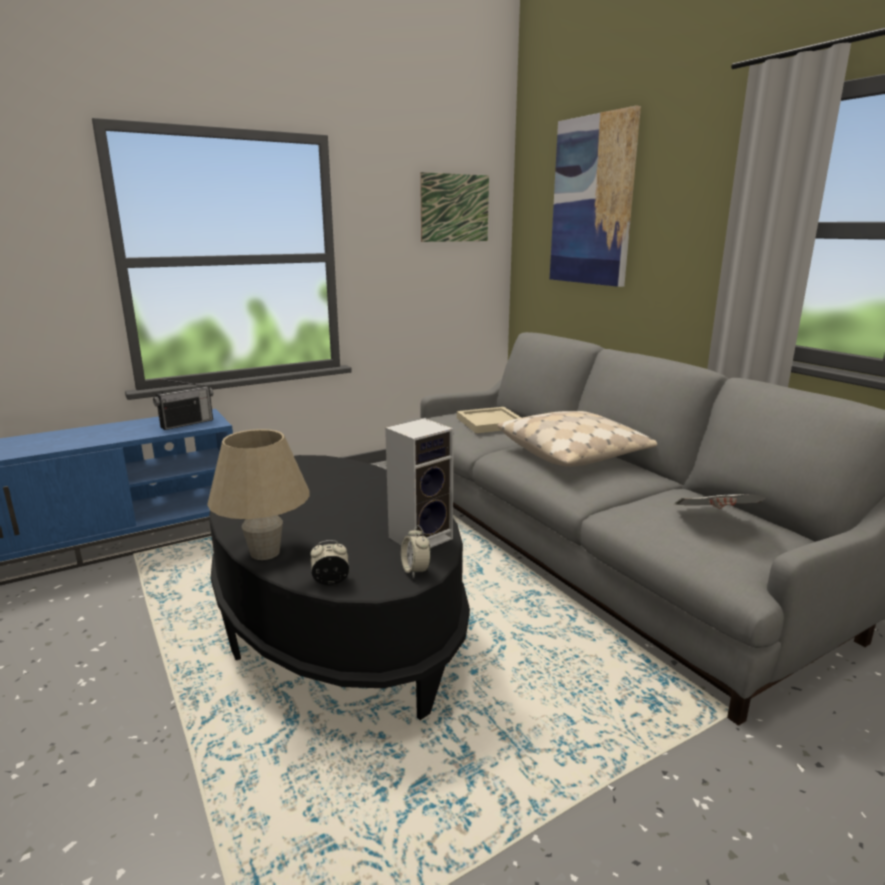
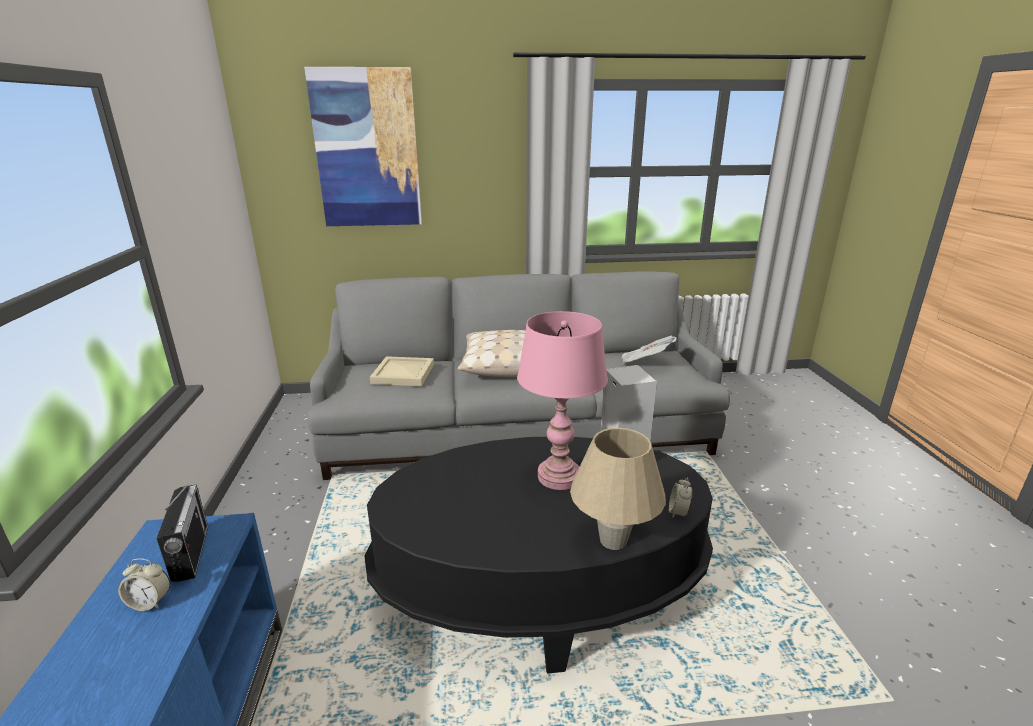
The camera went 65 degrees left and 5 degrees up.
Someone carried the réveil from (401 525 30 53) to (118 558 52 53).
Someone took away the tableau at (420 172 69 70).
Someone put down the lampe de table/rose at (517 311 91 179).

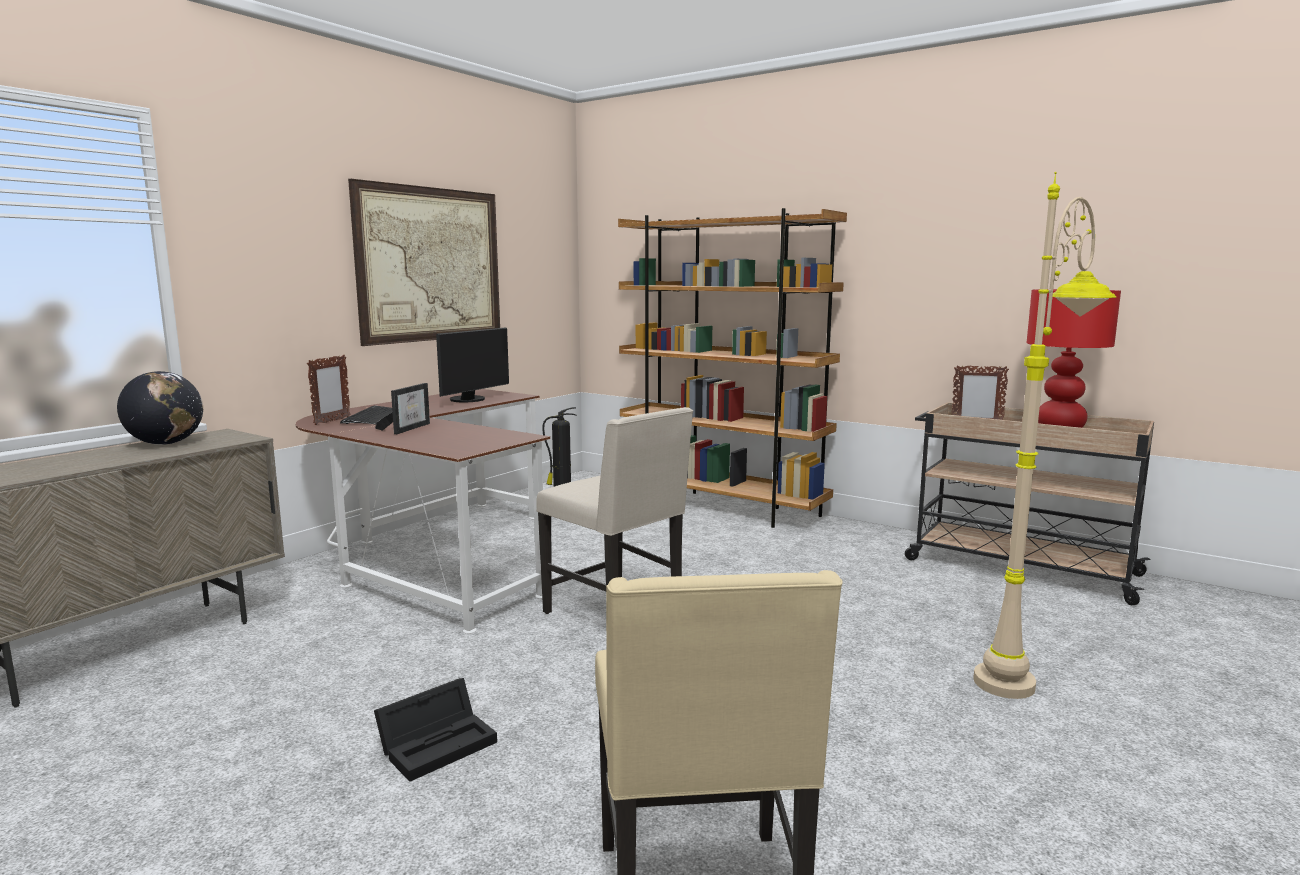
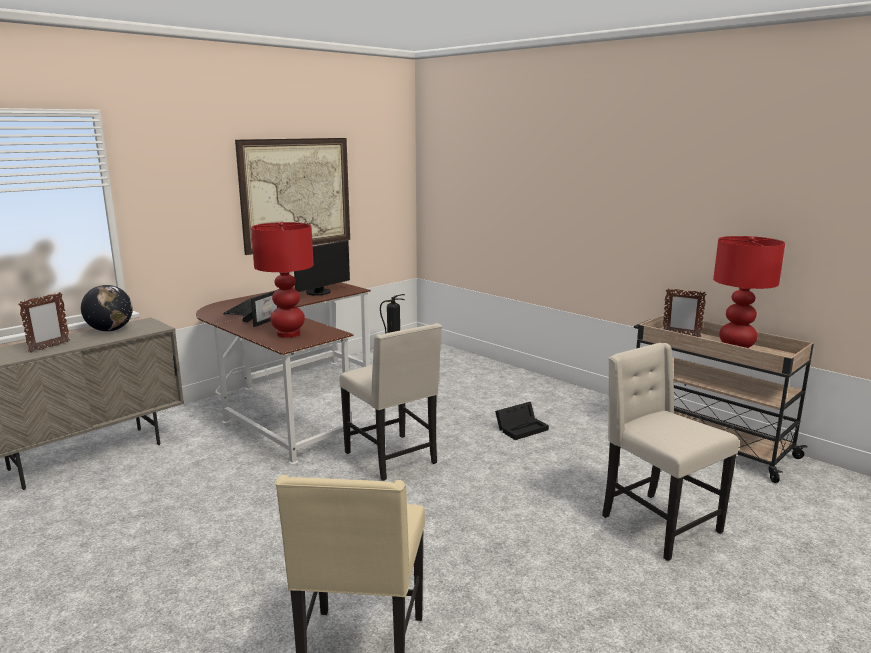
The camera went 10 degrees right and 5 degrees up.
Someone carried the cadre photo from (307 355 44 70) to (18 292 52 61).
Someone carried the boîte de rangement/noir from (374 678 123 104) to (495 402 54 38).
Someone took away the bibliothèque/marron at (618 208 229 320).
Someone swapped the lampadaire/beige at (973 172 144 527) for the chaise/beige at (602 343 137 218).
Someone put down the lampe de table/rouge at (251 222 63 116).

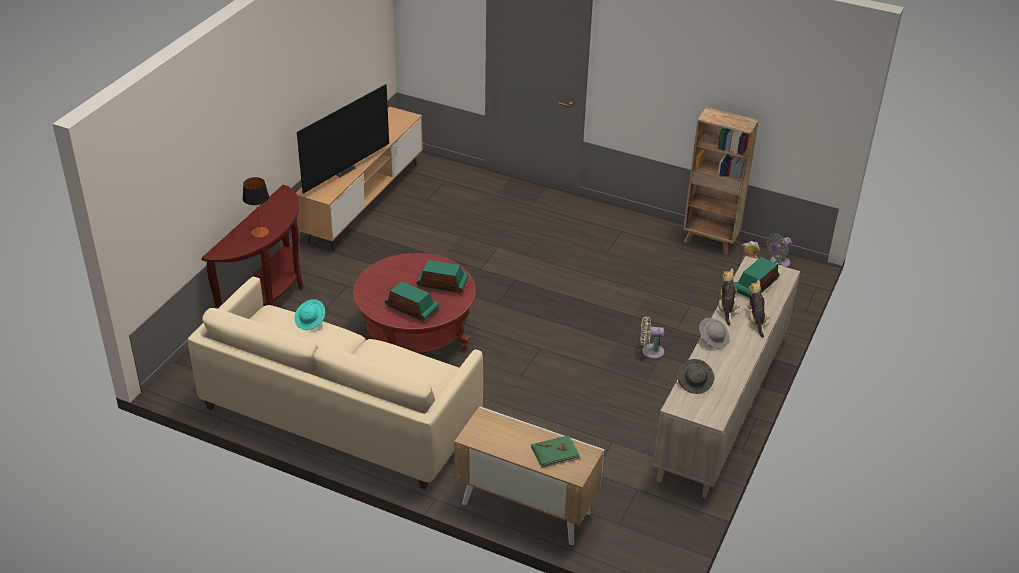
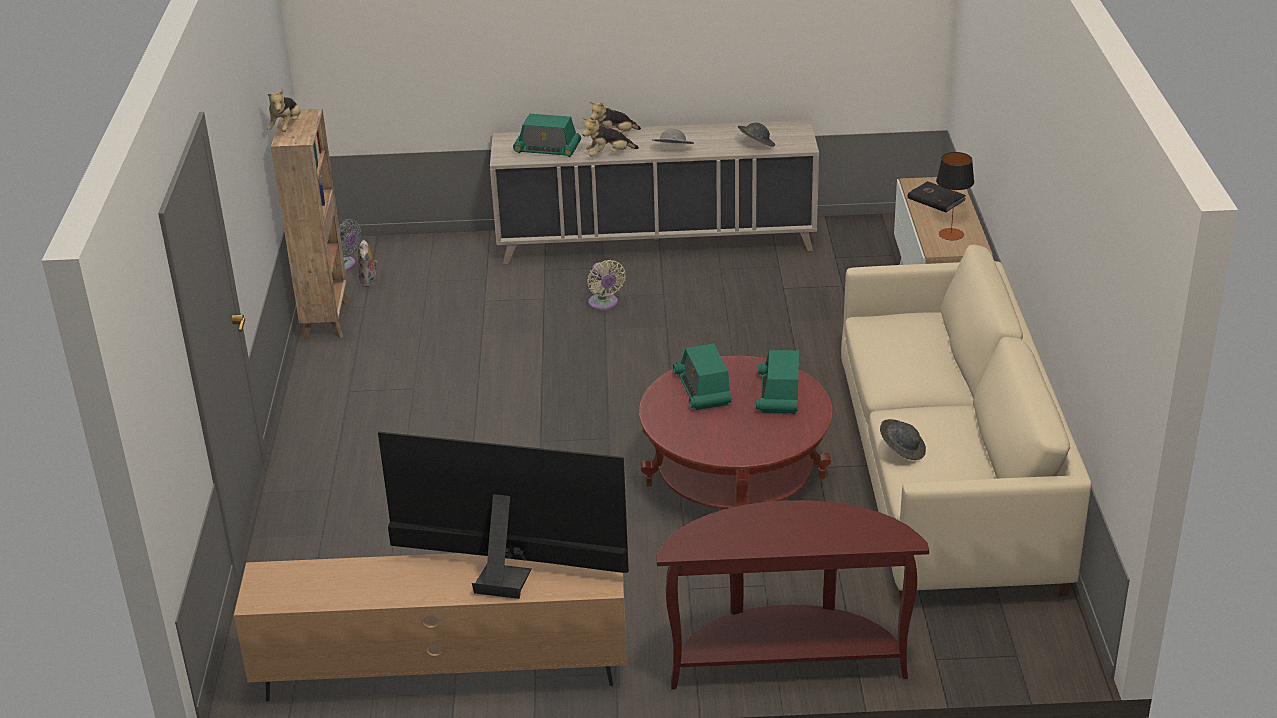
The camera went 115 degrees left and 5 degrees down.
Someone carried the lampe de table from (242 177 27 60) to (936 152 38 88).
Someone repainted the chapeau/turquoise at (295 299 30 31), which became the chapeau/gris at (880 419 46 41).
Someone repainted the livre/vert at (531 435 50 33), which became the livre/noir at (908 181 58 31).
Someone put down the peluche at (267 89 34 43).

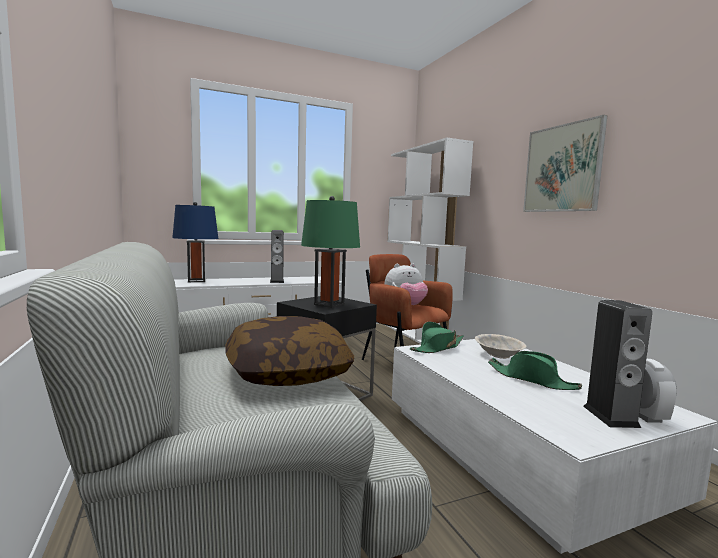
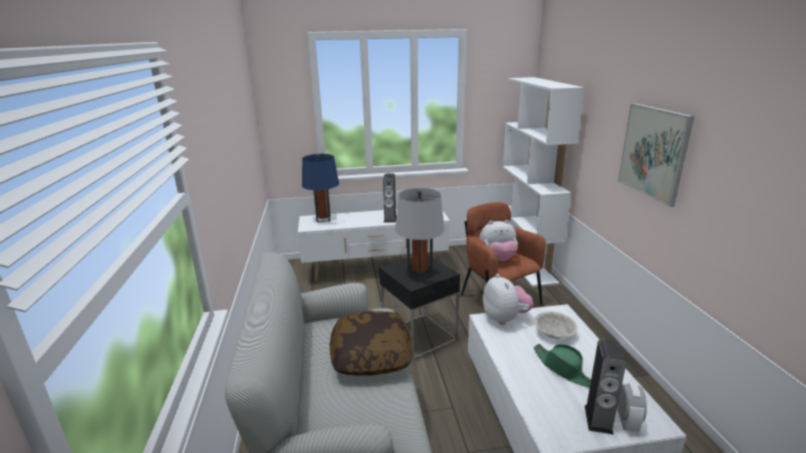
The camera went 15 degrees right and 15 degrees up.
Someone repainted the lampe de table/vert at (301 196 59 112), which became the lampe de table/gris at (395 188 50 92).
Someone swapped the chapeau/vert at (410 322 54 31) for the peluche at (483 273 50 52).

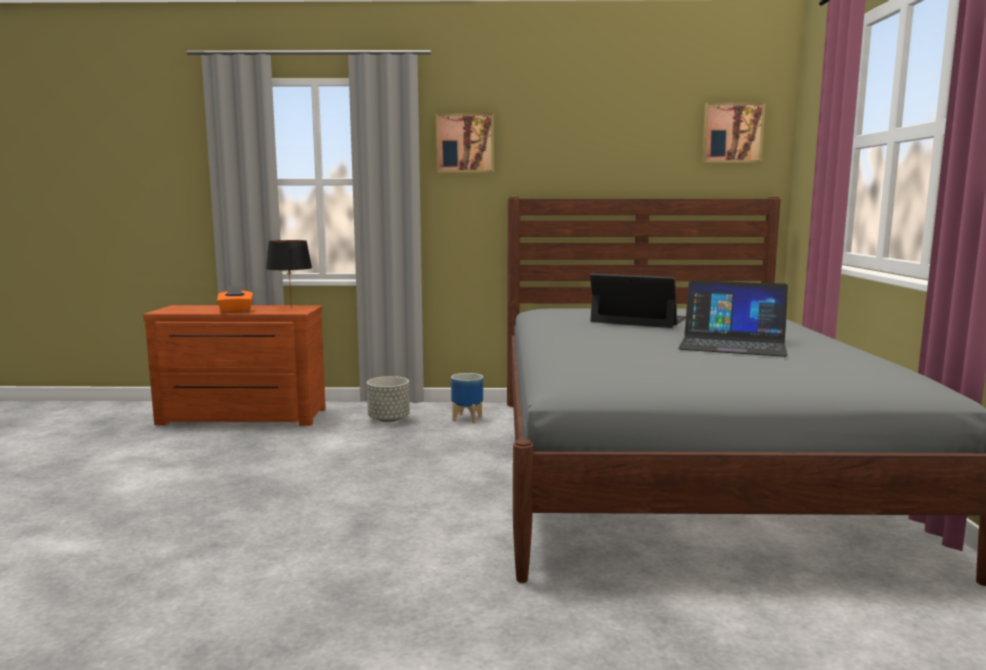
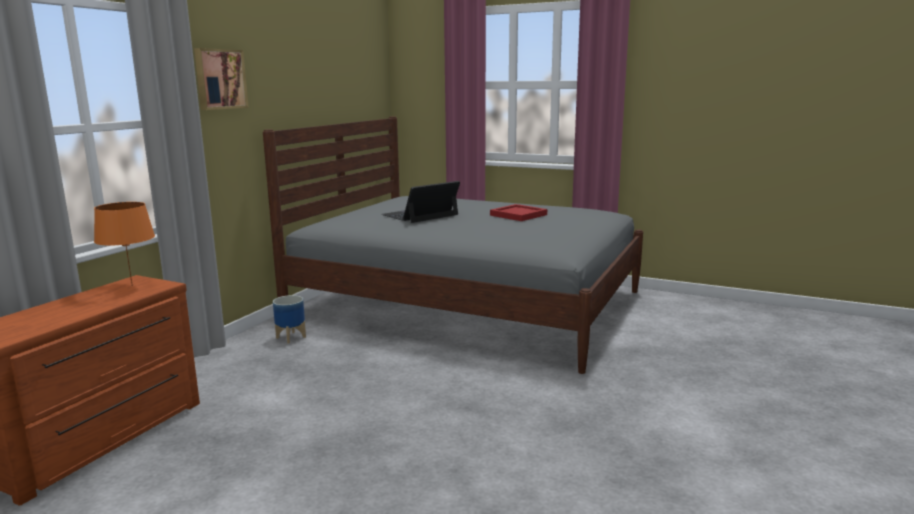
The camera went 65 degrees left and 5 degrees up.
Someone took away the boîte à mouchoirs/orange at (217 286 36 27).
Someone repainted the lampe de table/noir at (266 240 46 69), which became the lampe de table/orange at (94 202 61 84).
Someone took away the cache-pot/gris at (367 376 43 46).
Someone swapped the ordinateur portable at (678 280 110 77) for the plateau/rouge at (490 204 57 17).
Someone took away the tableau at (702 102 64 61).

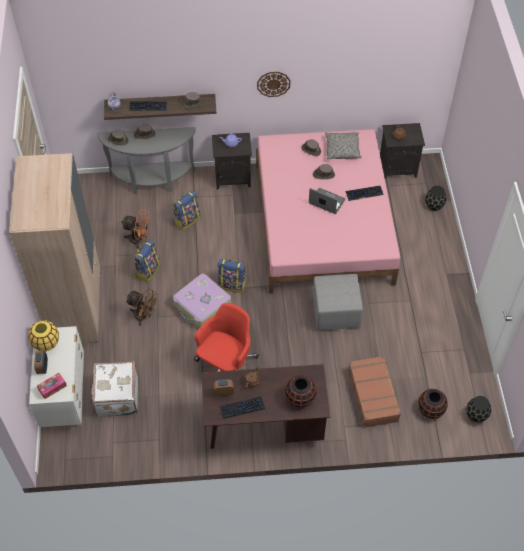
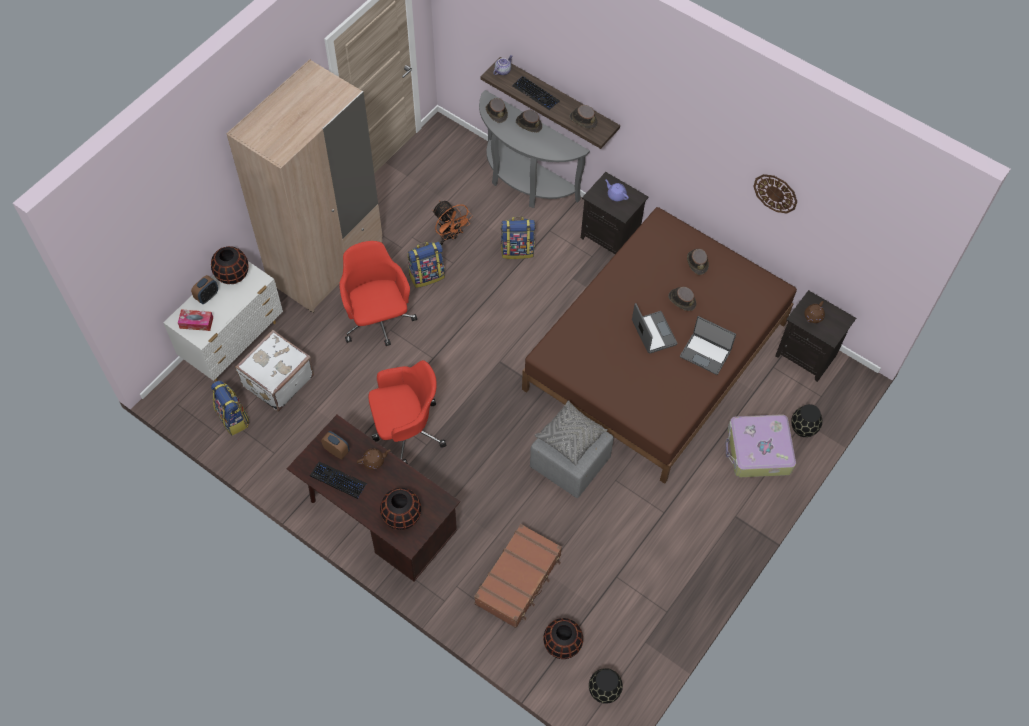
The camera went 40 degrees right and 5 degrees up.
Someone repainted the vase/jaune at (28 320 31 31), which became the vase/noir at (211 246 37 38).
Someone swapped the ventilateur/marron at (126 289 33 37) for the chaise de bureau/rouge at (339 241 78 105).
Someone carried the valise from (173 274 58 54) to (726 414 70 63).
Someone carried the sac à dos from (218 258 28 35) to (211 381 38 55).
Someone repainted the lit/rose at (256 129 144 165), which became the lit/marron at (522 207 275 277).
Someone carried the horloge murale from (257 72 34 25) to (753 174 44 39).
Someone carried the coussin/gris from (325 132 37 27) to (535 400 73 65).
Someone swapped the clavier at (345 186 39 15) for the ordinateur portable at (680 316 56 59).

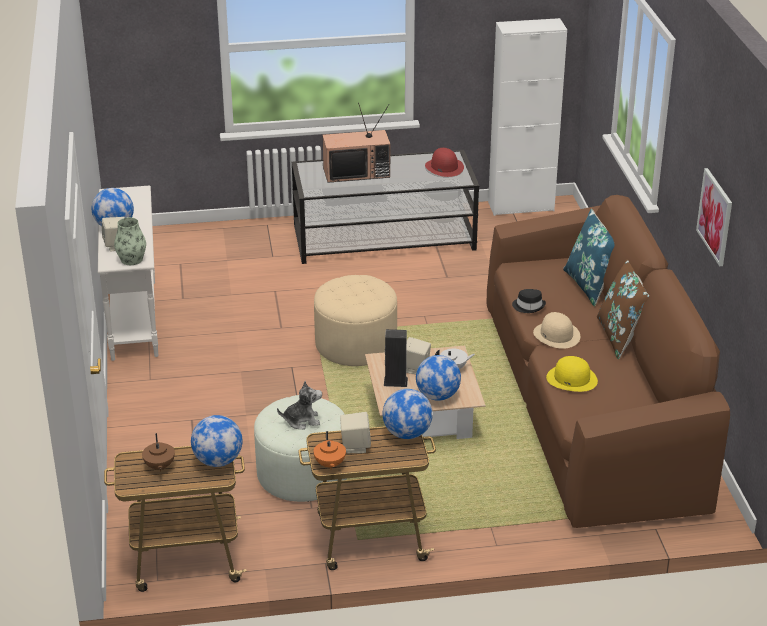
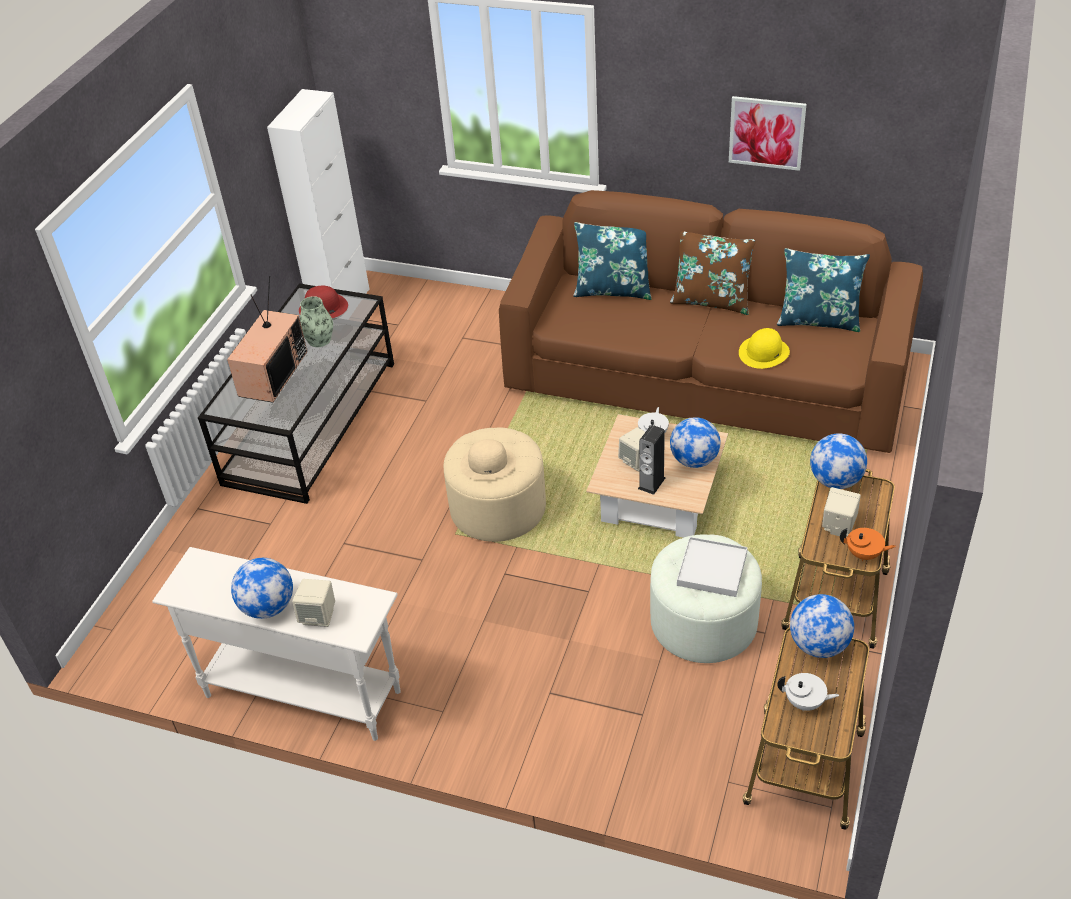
The camera went 60 degrees left and 10 degrees up.
Someone carried the vase from (114 217 32 48) to (300 296 33 51).
Someone repainted the théière/marron at (142 433 33 39), which became the théière/blanc at (777 673 62 38).
Someone swapped the peluche at (277 381 45 49) for the plateau/blanc at (677 537 71 60).
Someone took away the chapeau/noir at (512 289 34 24).
Someone carried the chapeau/beige from (533 312 47 37) to (460 439 56 41).
Someone put down the coussin/bleu at (777 248 93 84).

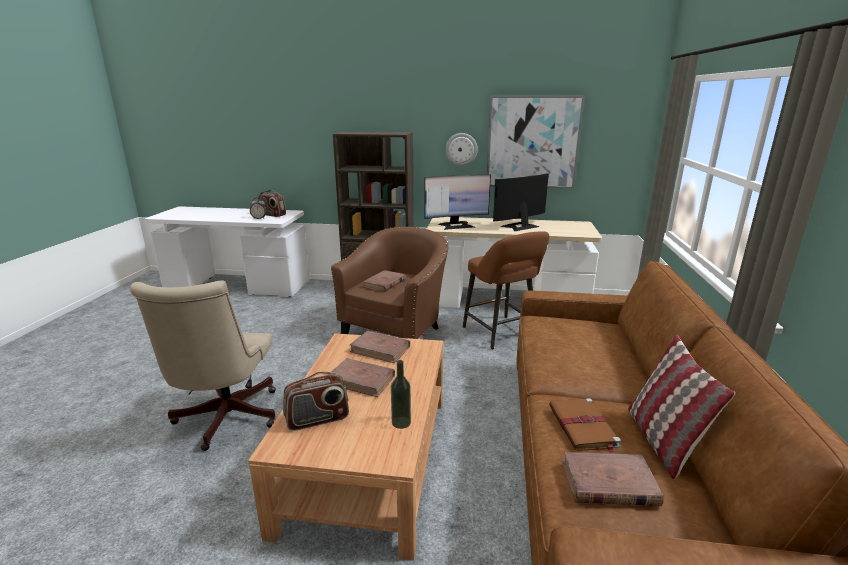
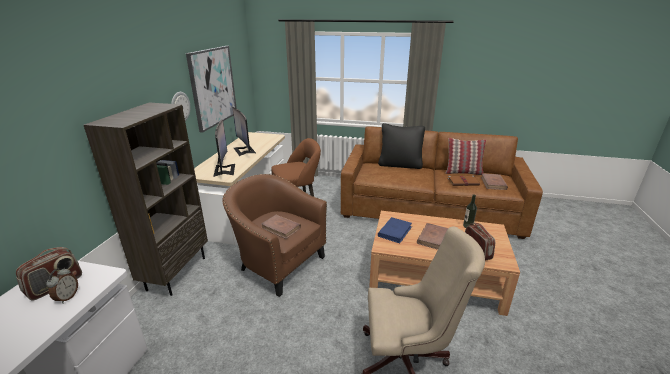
The camera went 85 degrees left and 5 degrees up.
Someone repainted the livre/marron at (350 331 60 32), which became the livre/bleu at (378 217 34 26).
Someone put down the coussin/noir at (378 123 47 46).

